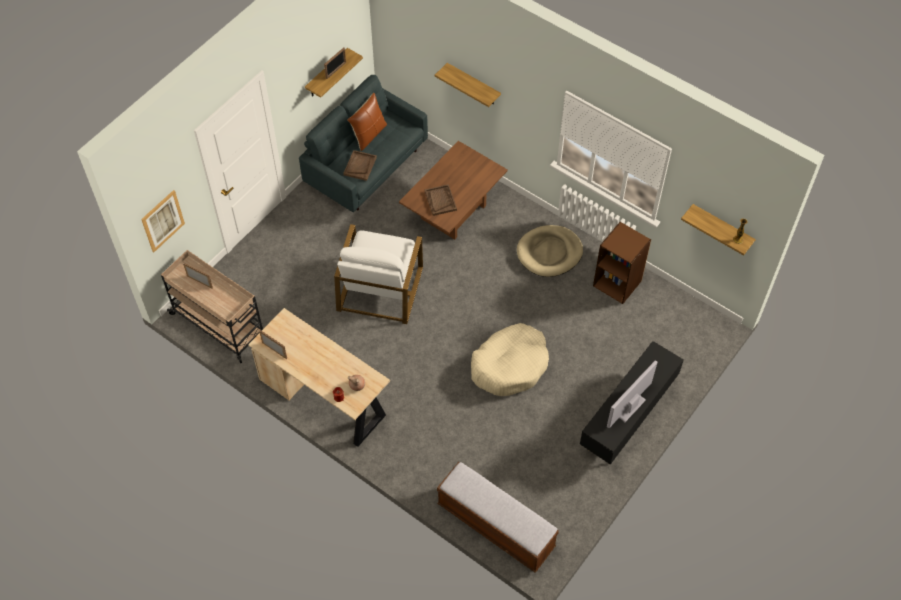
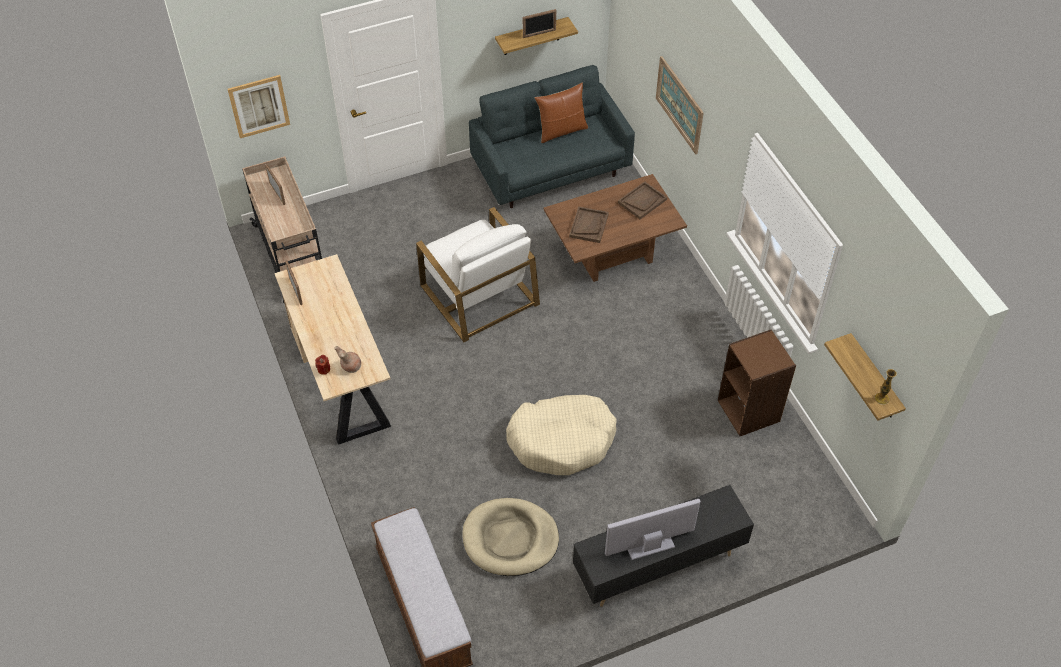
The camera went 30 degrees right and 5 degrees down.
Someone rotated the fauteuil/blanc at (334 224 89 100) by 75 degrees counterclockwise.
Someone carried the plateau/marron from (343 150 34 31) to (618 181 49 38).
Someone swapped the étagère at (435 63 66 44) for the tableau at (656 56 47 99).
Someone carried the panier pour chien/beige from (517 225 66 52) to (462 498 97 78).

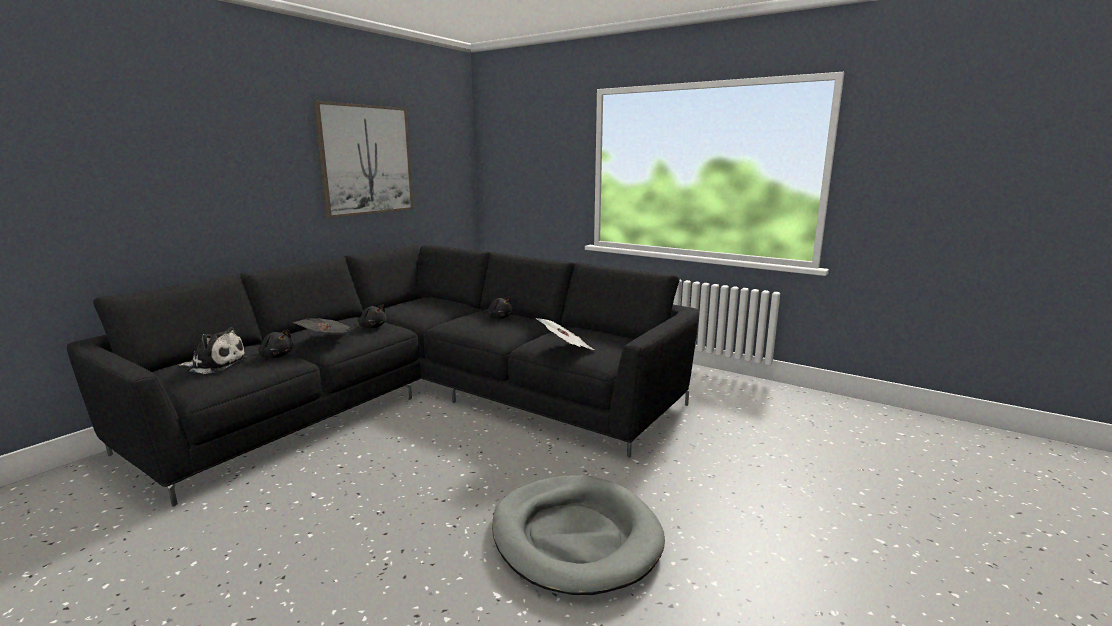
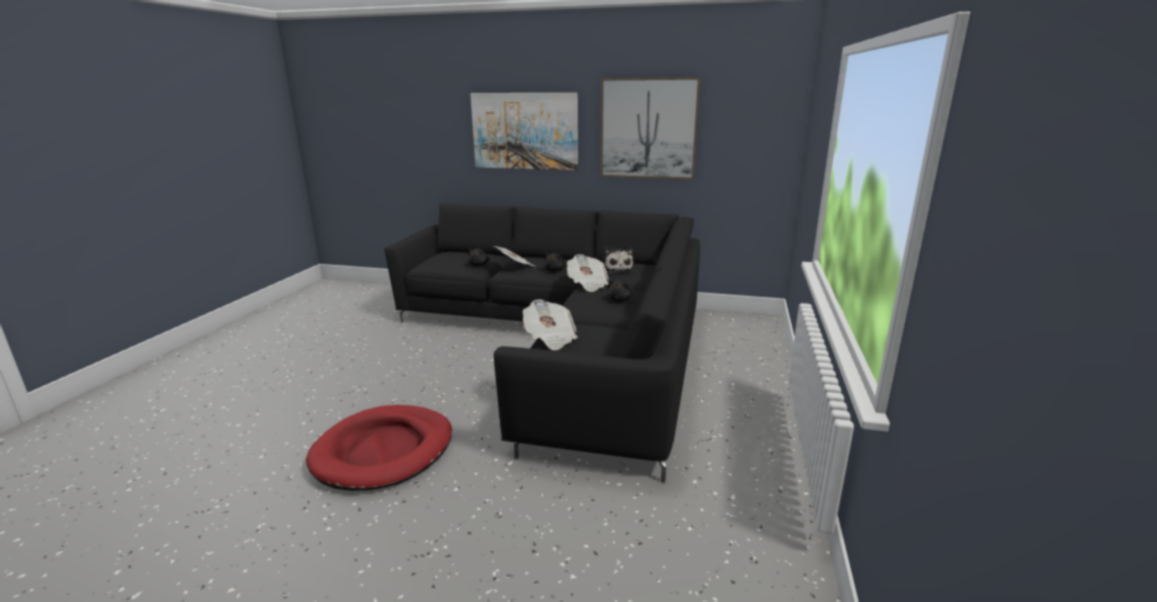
The camera went 70 degrees right and 5 degrees up.
Someone carried the peluche from (179 327 69 47) to (602 247 32 27).
Someone repainted the panier pour chien/gris at (492 476 173 119), which became the panier pour chien/rouge at (306 405 146 86).
Someone put up the tableau at (470 93 108 77).
Someone put down the journal at (567 254 42 38).

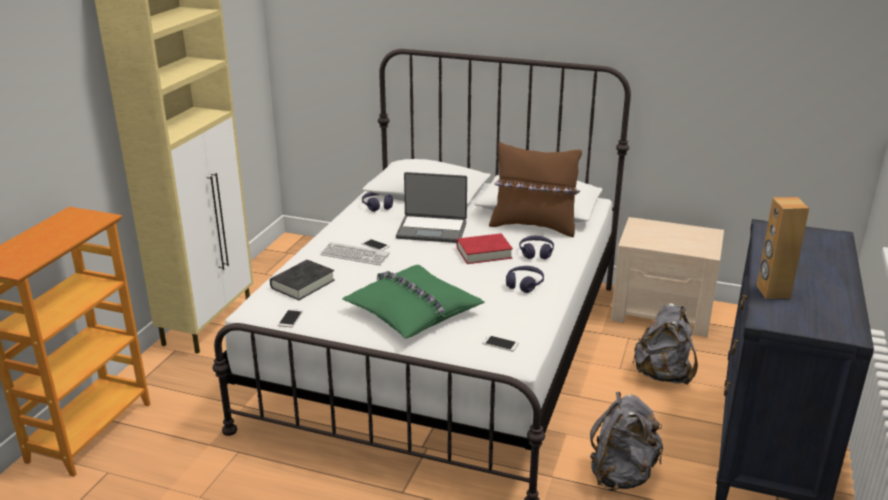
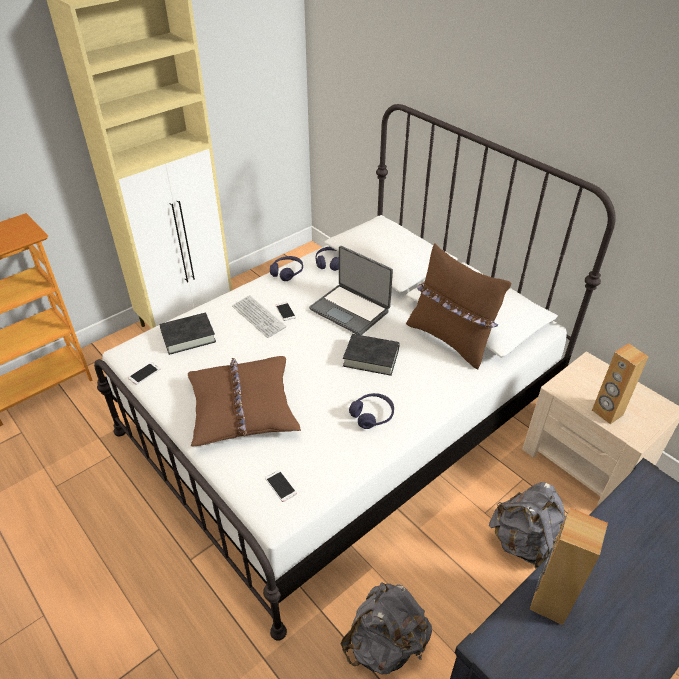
The camera went 30 degrees right and 15 degrees up.
Someone repainted the coussin/vert at (342 265 143 74), which became the coussin/marron at (188 356 113 90).
Someone repainted the livre/rouge at (457 233 56 31), which became the livre/noir at (343 334 57 42).
Someone carried the casque audio/violet from (519 236 35 23) to (270 256 33 25).
Someone put down the enceinte/marron at (592 343 57 81).

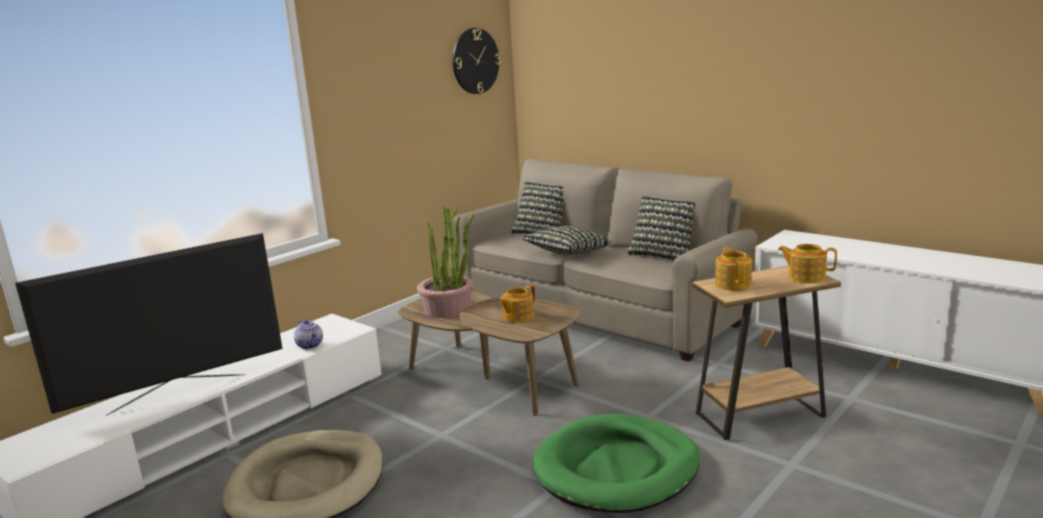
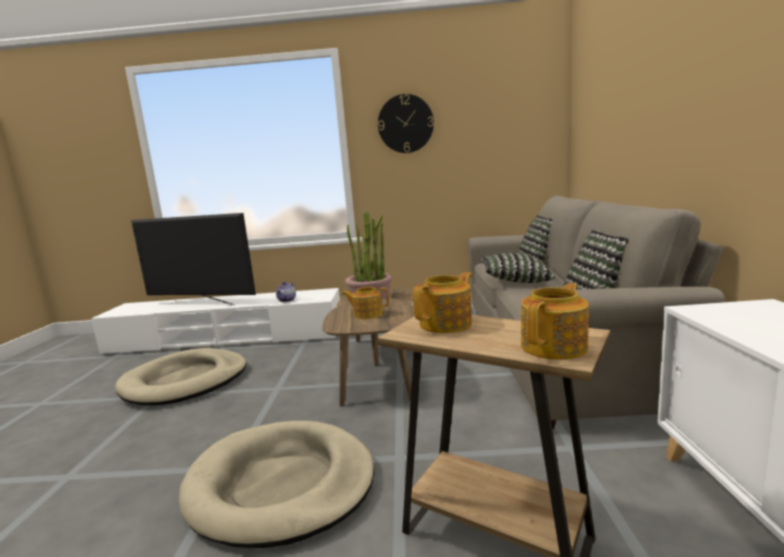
The camera went 50 degrees right and 5 degrees down.
Someone carried the horloge murale from (452 28 49 66) to (378 94 56 59).
Someone repainted the panier pour chien/vert at (532 414 168 99), which became the panier pour chien/beige at (179 421 195 127).
Someone rotated the théière at (778 244 59 39) by 60 degrees clockwise.

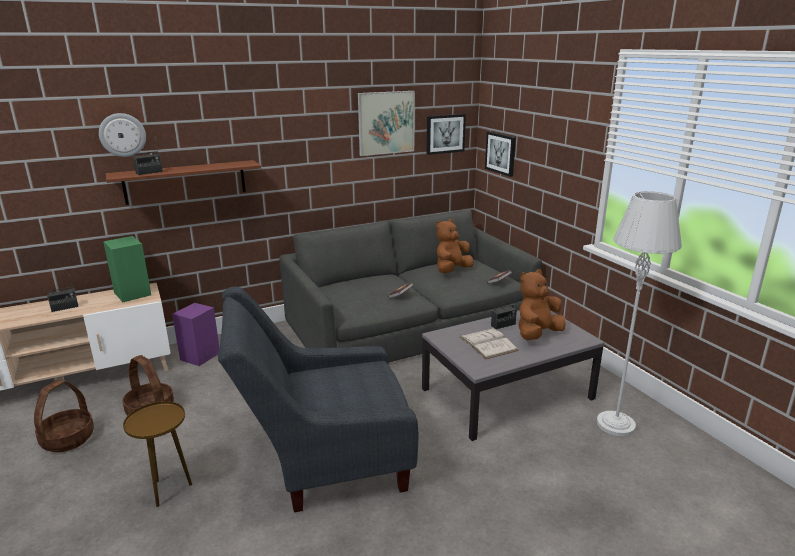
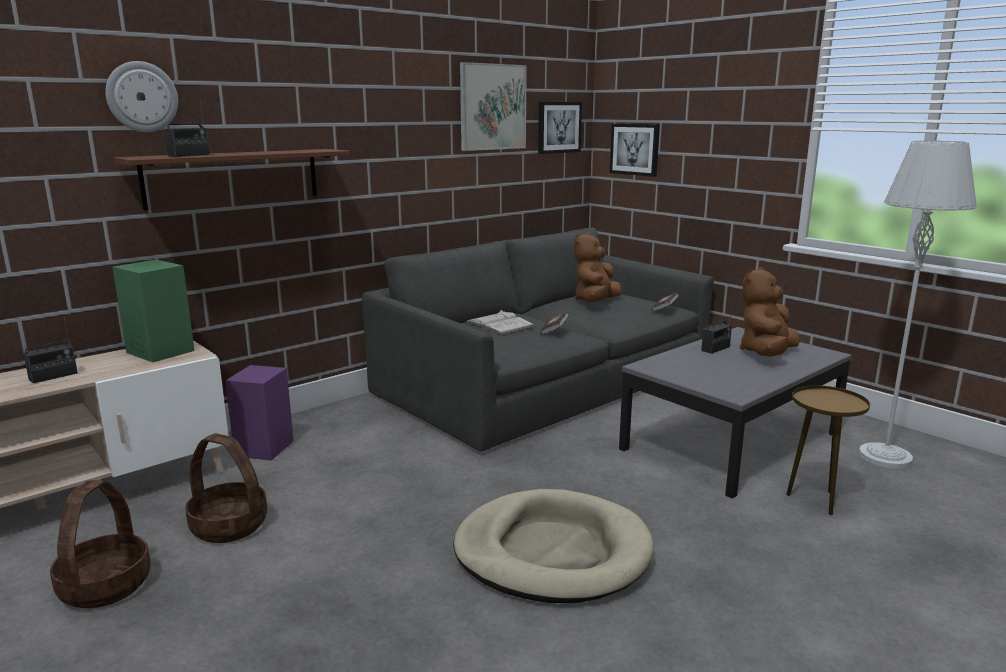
The camera went 15 degrees left and 5 degrees down.
Someone carried the table d'appoint/marron from (123 401 69 106) to (786 385 84 130).
Someone swapped the fauteuil/gris at (218 287 200 225) for the panier pour chien/beige at (453 489 201 114).
Someone carried the livre/blanc from (460 328 59 31) to (466 310 69 25).

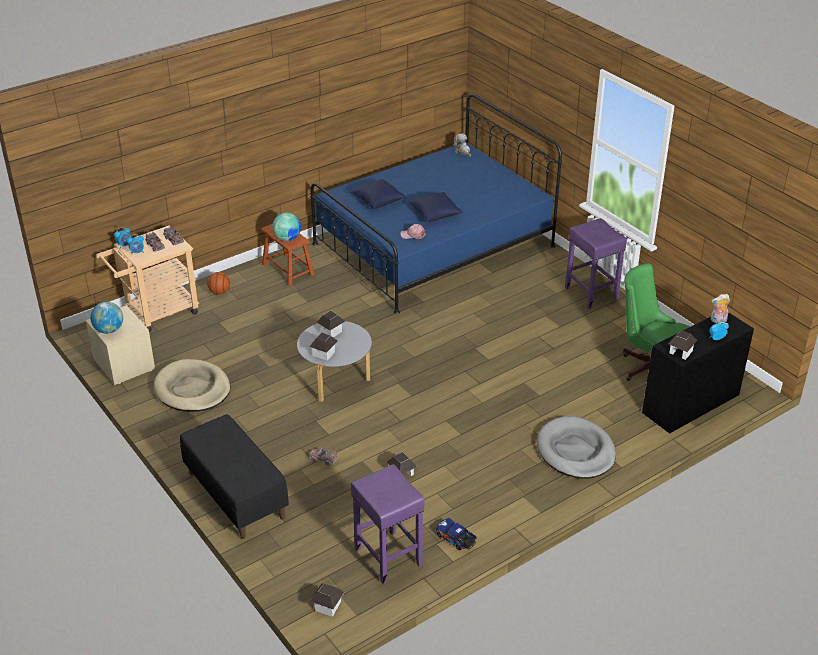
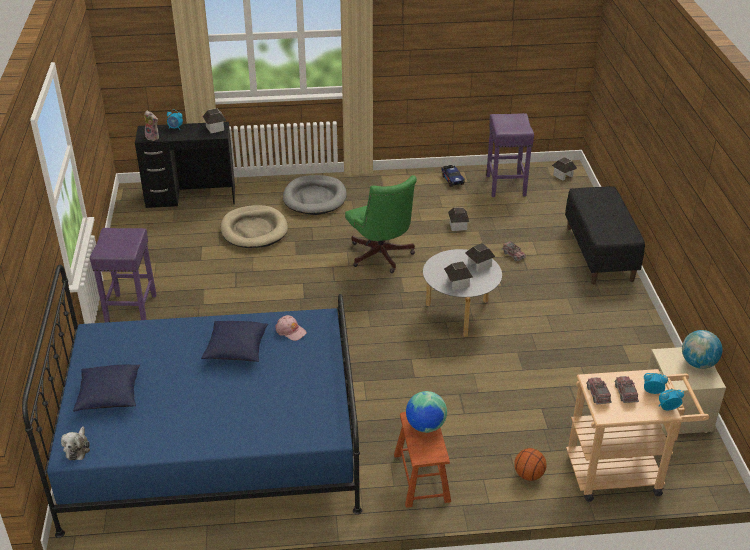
The camera went 150 degrees left and 0 degrees up.
Someone carried the panier pour chien/beige from (153 359 77 53) to (221 205 67 43).
Someone carried the coussin/bleu from (350 179 56 30) to (73 364 67 48).
Someone carried the chaise de bureau/vert from (623 263 68 118) to (345 175 72 98).

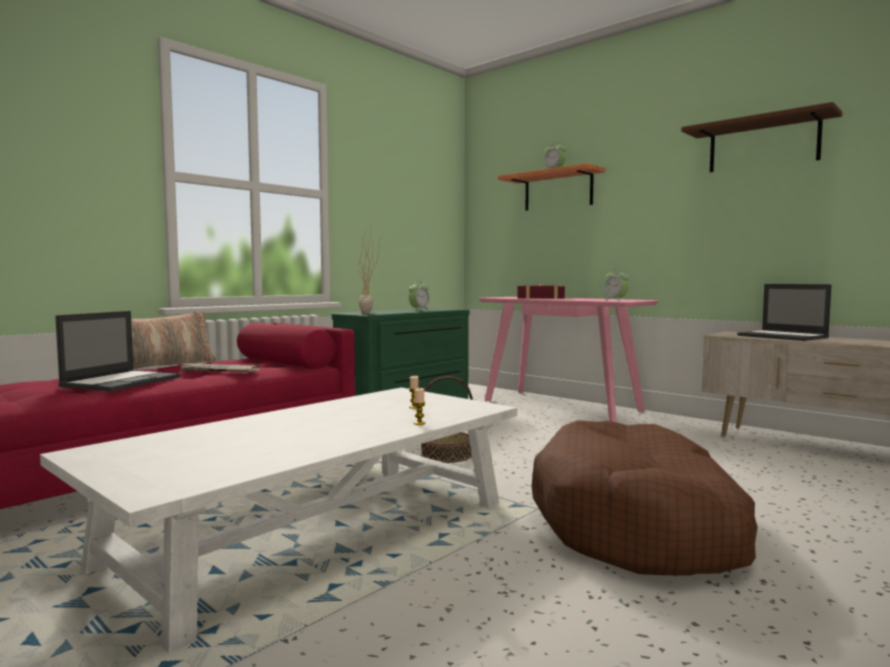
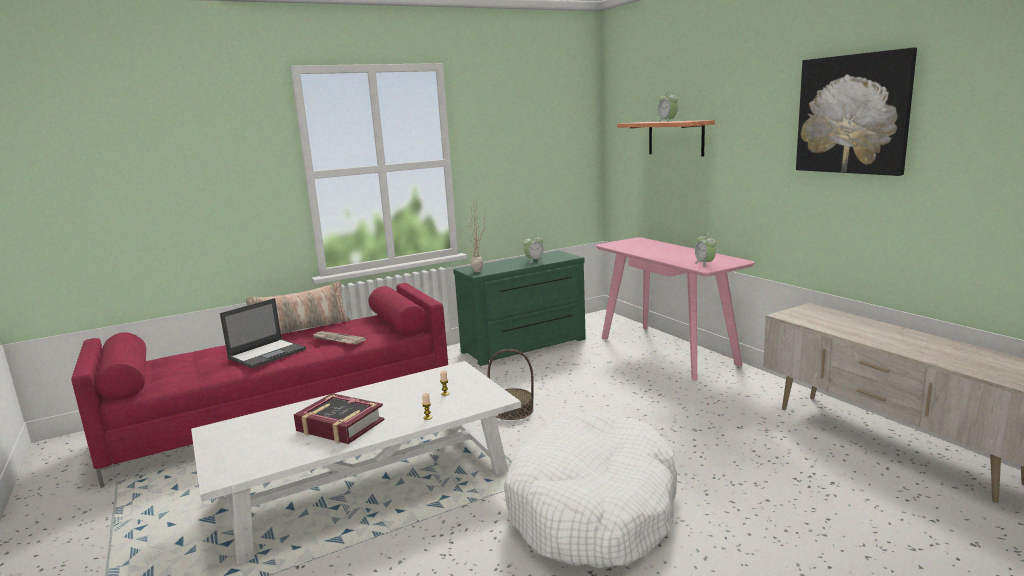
The camera went 20 degrees right and 10 degrees up.
Someone carried the livre from (517 284 48 15) to (294 393 91 51).
Someone repainted the panier pour chien/marron at (532 420 225 155), which became the panier pour chien/blanc at (504 412 173 156).
Someone swapped the étagère/marron at (681 102 162 70) for the tableau at (796 48 121 128).
Someone took away the ordinateur portable at (737 284 95 57).

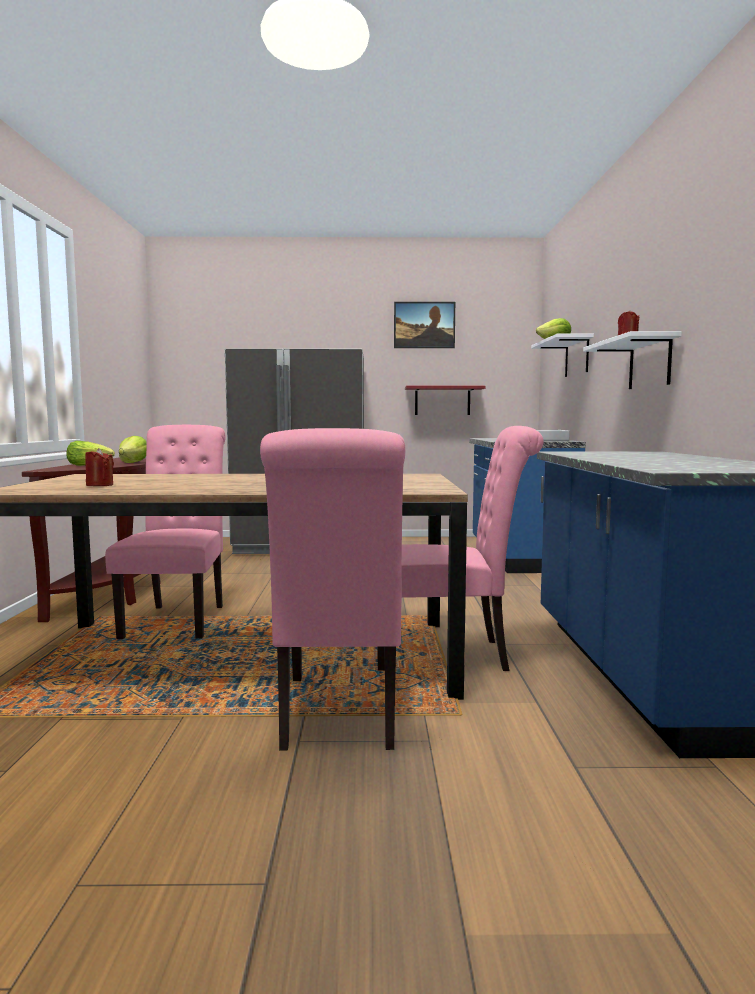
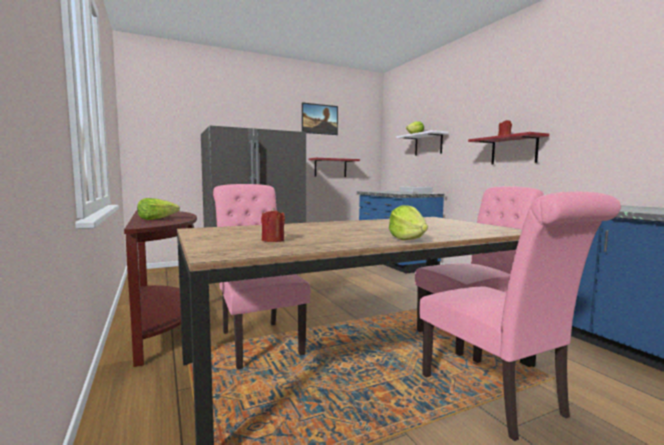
The camera went 25 degrees left and 0 degrees up.
Someone carried the laitue from (119 436 28 27) to (389 205 39 35).
Someone repainted the étagère/blanc at (583 331 99 58), which became the étagère/rouge at (468 132 81 32).

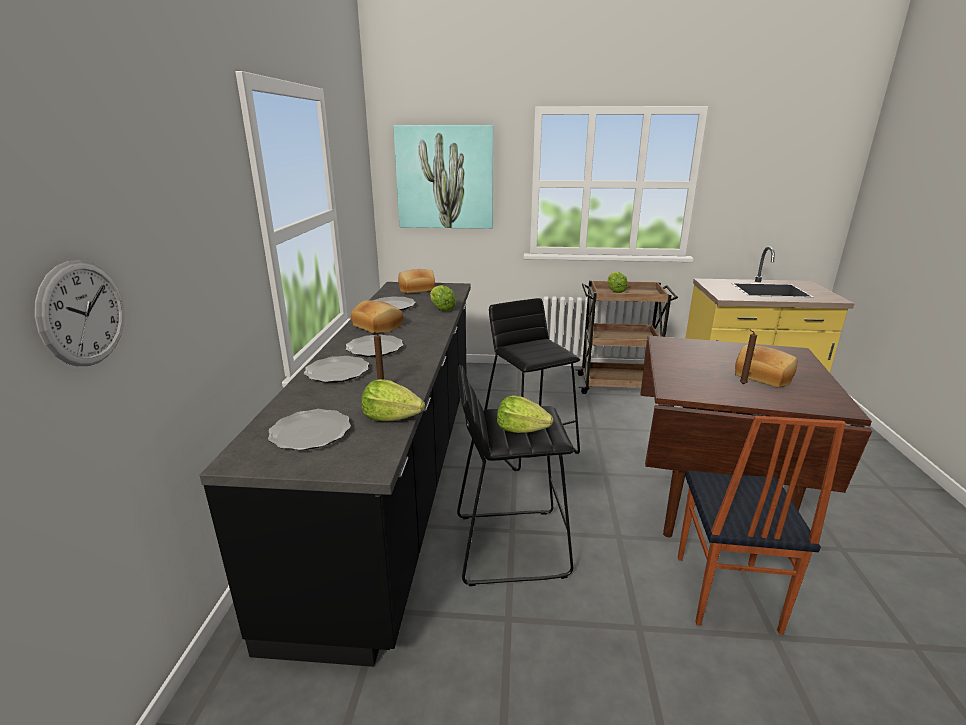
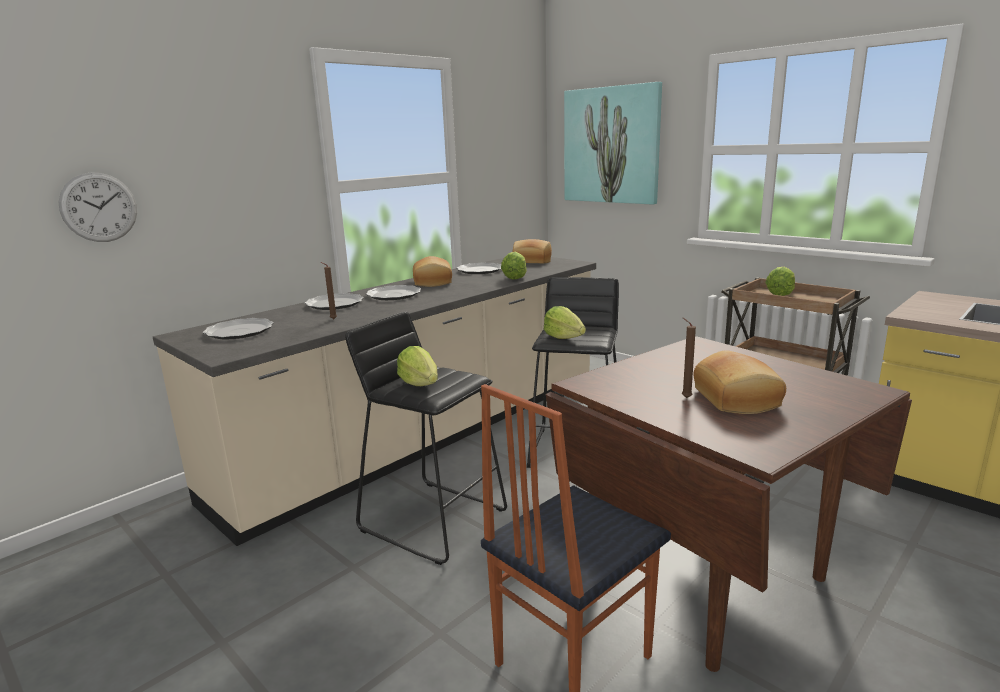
The camera went 40 degrees right and 5 degrees down.
Someone repainted the comptoir de cuisine/noir at (199 282 272 385), which became the comptoir de cuisine/beige at (153 257 443 289).
Someone carried the laitue from (361 379 64 42) to (544 306 42 33).

